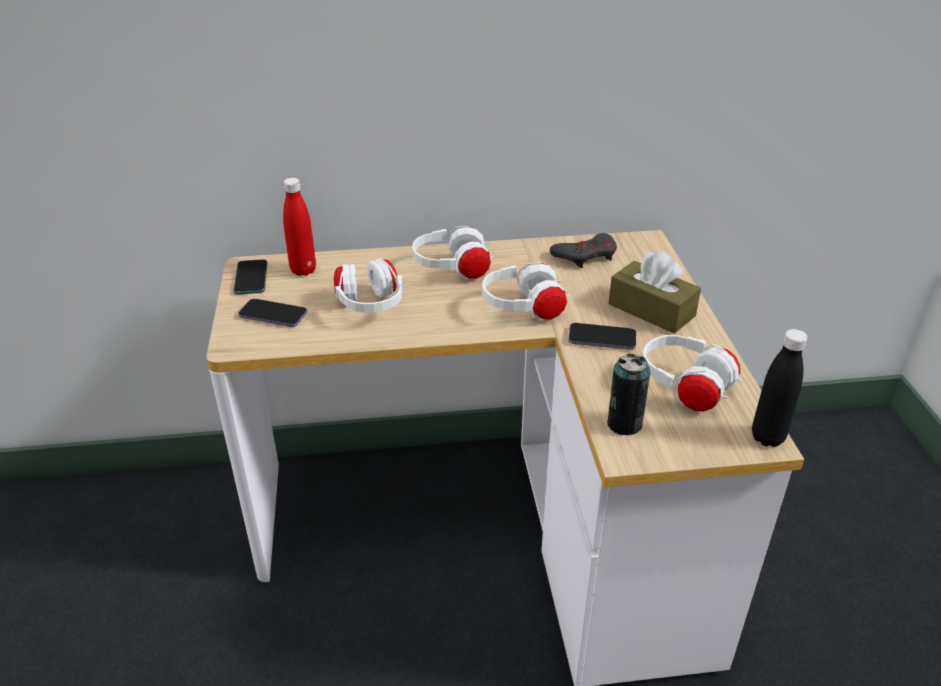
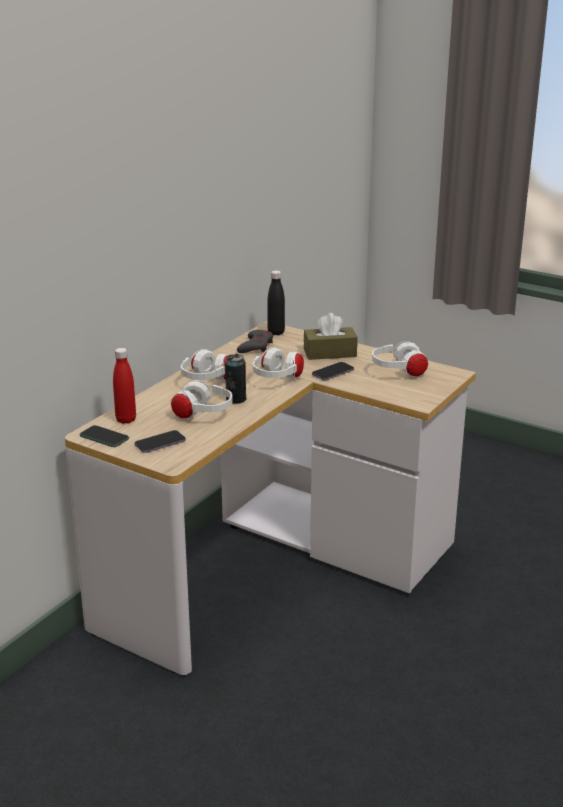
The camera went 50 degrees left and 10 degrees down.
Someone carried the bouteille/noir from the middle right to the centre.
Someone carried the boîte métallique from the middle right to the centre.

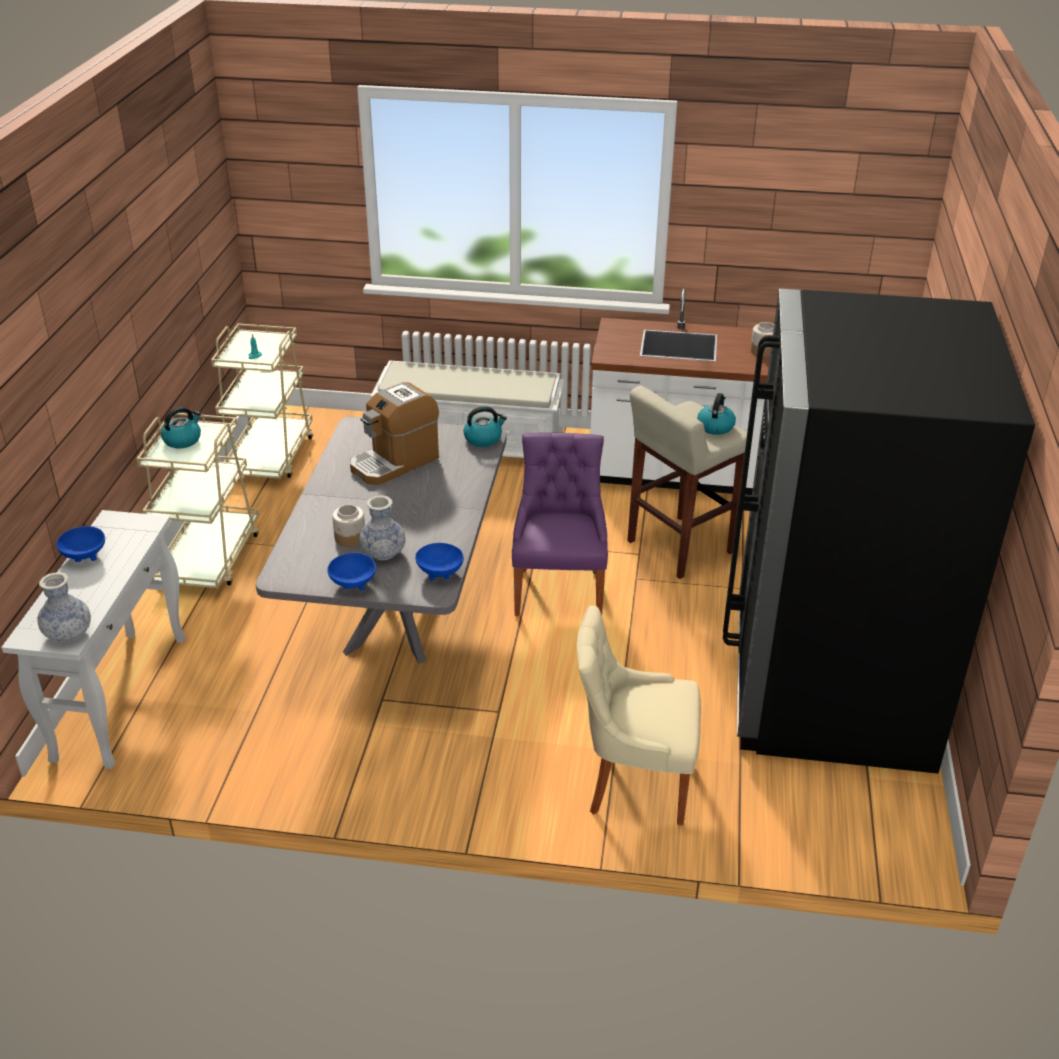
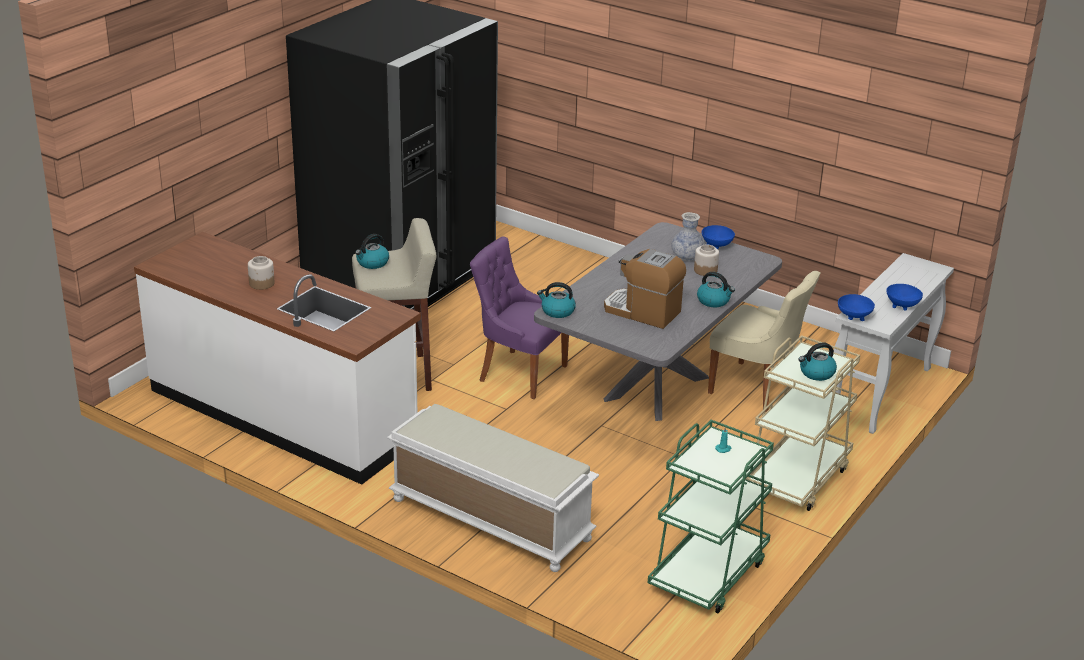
The camera went 155 degrees left and 5 degrees down.
Someone repainted the chariot/beige (2nd from left) at the middle left, which became the chariot/vert at the bottom centre.
Someone rotated the machine à café at the centre by 135 degrees counterclockwise.
Someone rotated the chaise/violet at the centre by 90 degrees clockwise.
Someone carried the bol/bleu (3rd from left in the first image) from the centre to the middle right.
Someone took away the vase (1st from left) at the middle left.
Someone carried the chaise/beige from the bottom centre to the middle right.
Someone put down the bouilloire (3rd from left) at the centre.

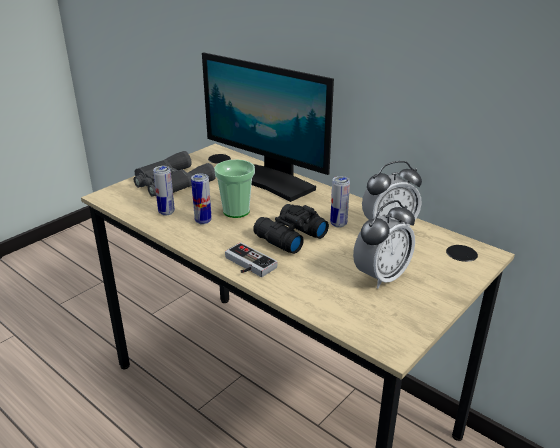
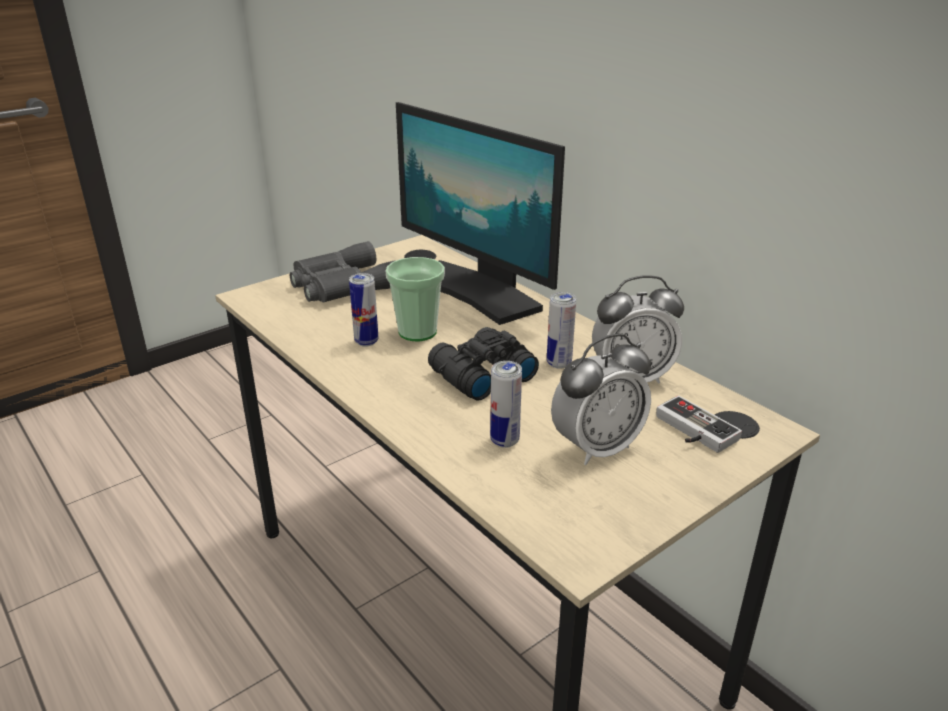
The camera went 10 degrees right and 0 degrees up.
Someone carried the boîte métallique (1st from left in the first image) from the middle left to the centre.
Someone carried the manette from the centre to the middle right.

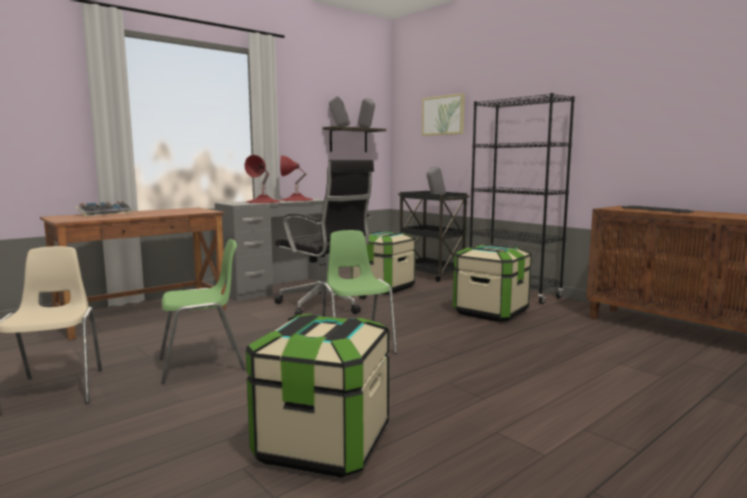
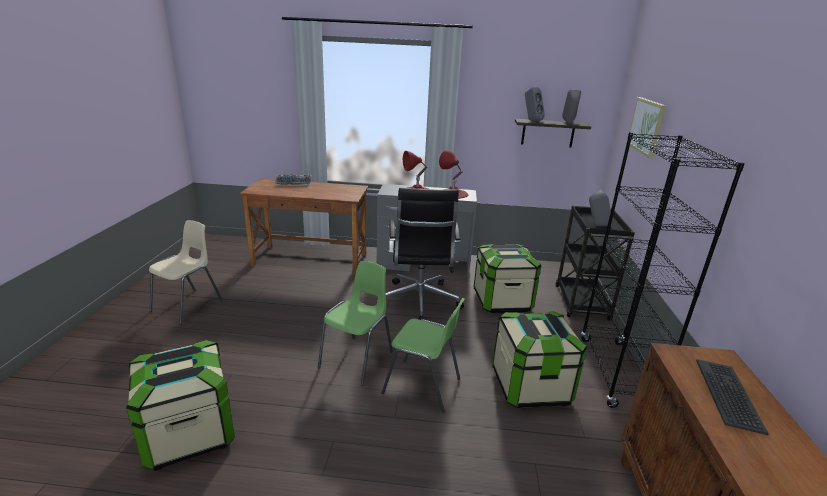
The camera went 45 degrees right and 15 degrees up.
Someone carried the chaise/vert (1st from left in the first image) from the middle left to the bottom centre.

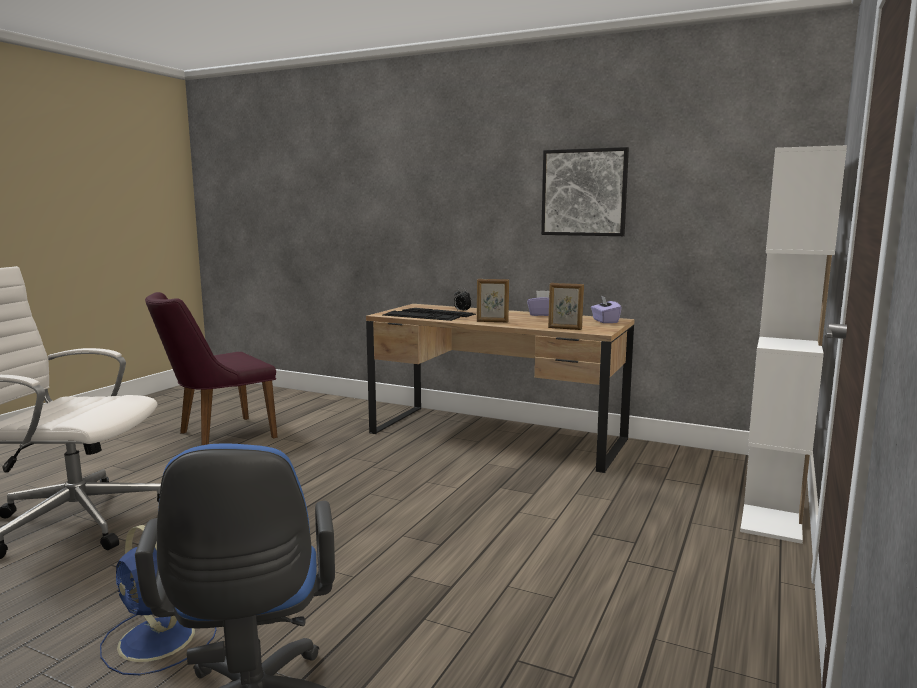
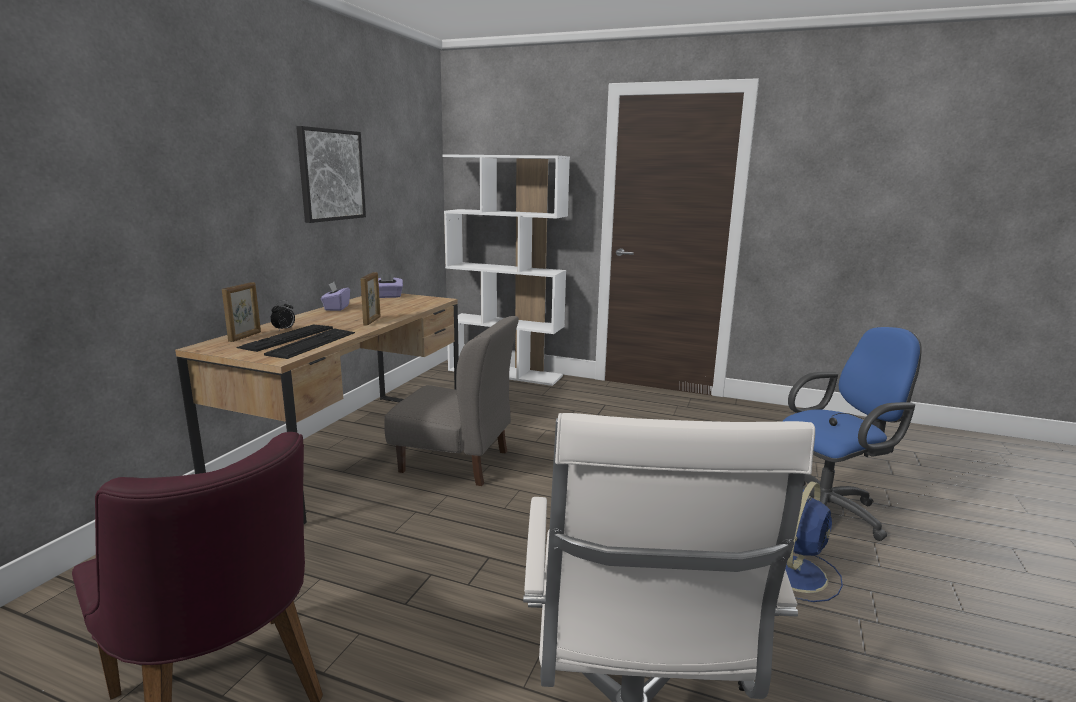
The camera went 95 degrees left and 5 degrees up.
Someone carried the cadre photo (2nd from left in the first image) from the centre to the middle left.
Someone put down the chaise/gris at the centre.

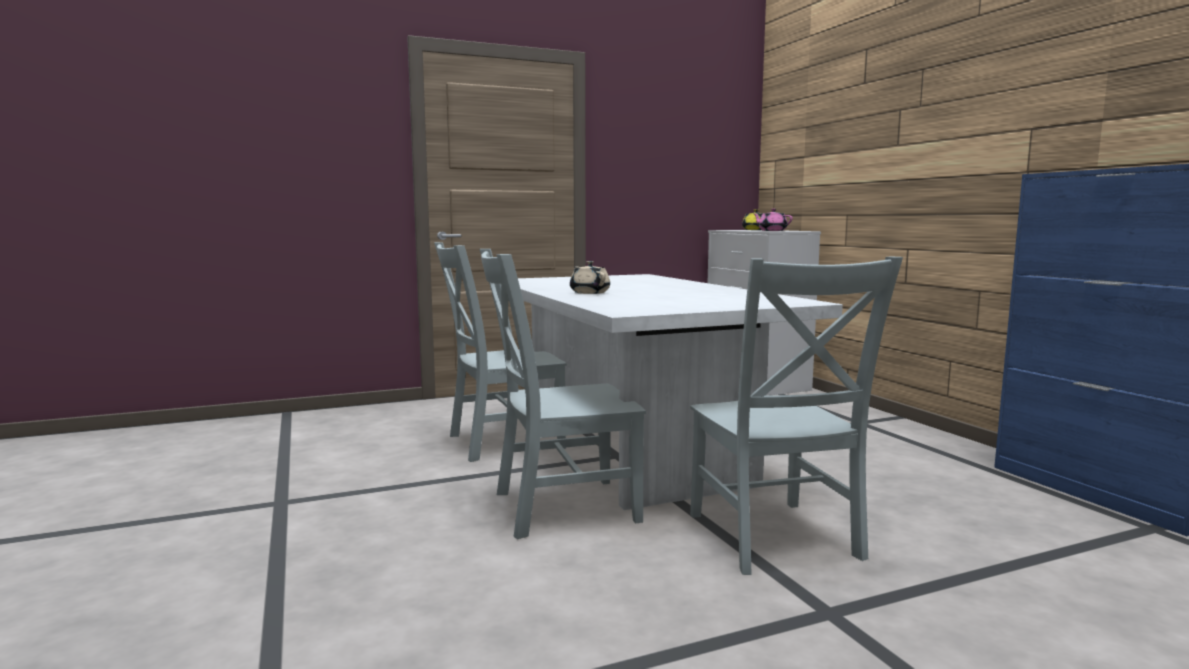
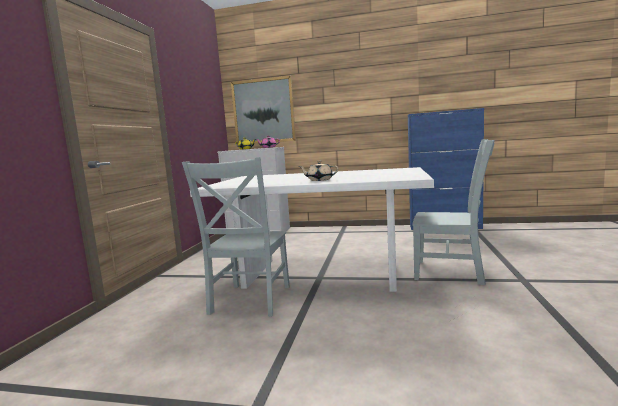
The camera went 55 degrees left and 0 degrees up.
Someone took away the chaise/gris (2nd from left) at the centre.
Someone put up the tableau at the top centre.

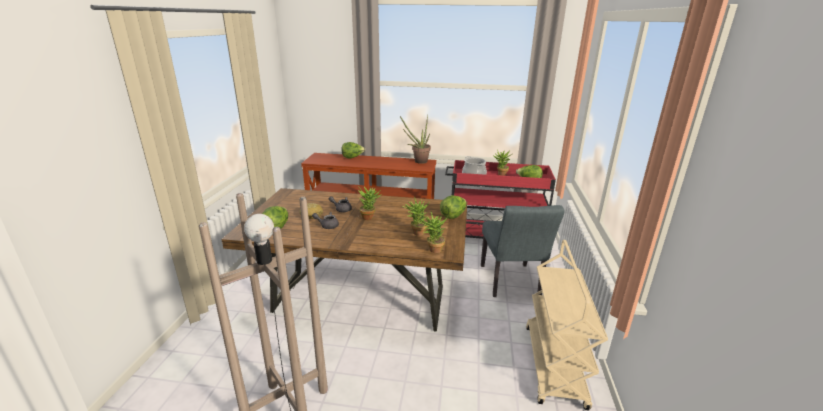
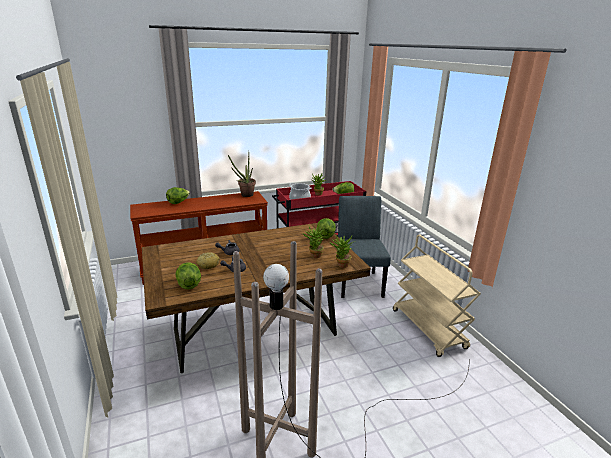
The camera went 30 degrees left and 0 degrees up.
Someone took away the plante en pot (1st from left) at the centre.
Someone rotated the chaise/gris at the centre by 150 degrees counterclockwise.

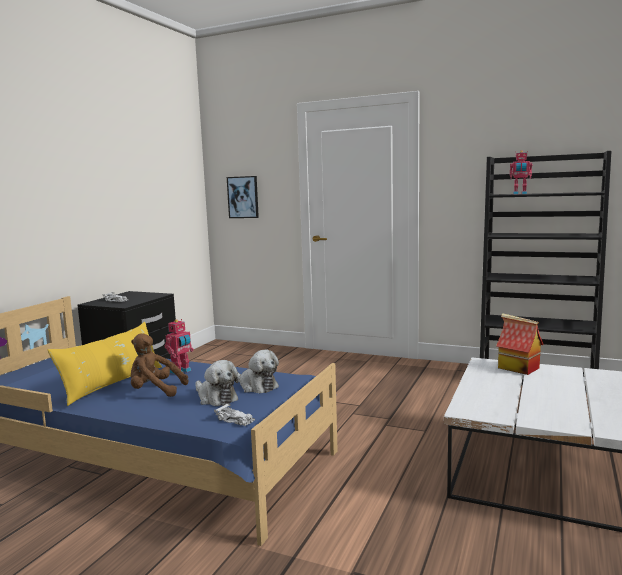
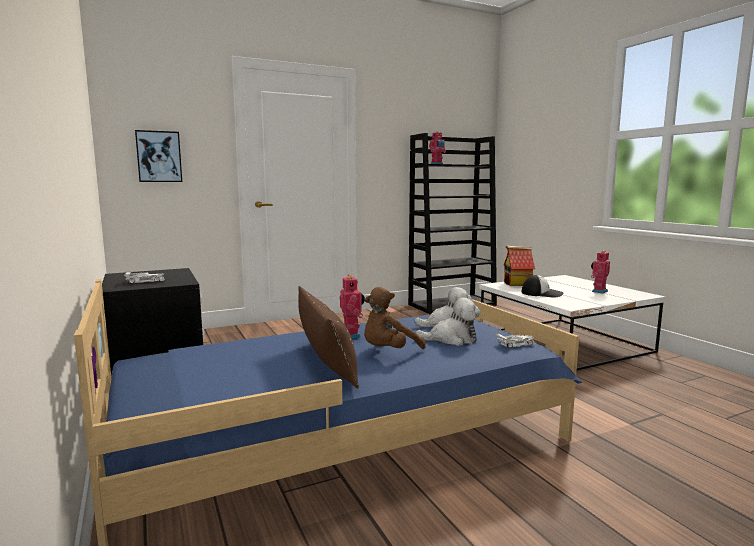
The camera went 50 degrees left and 0 degrees up.
Someone repainted the coussin/jaune at the middle left, which became the coussin/marron at the centre.
Someone put down the robot jouet (3rd from left) at the middle right.
Someone put down the casquette at the middle right.

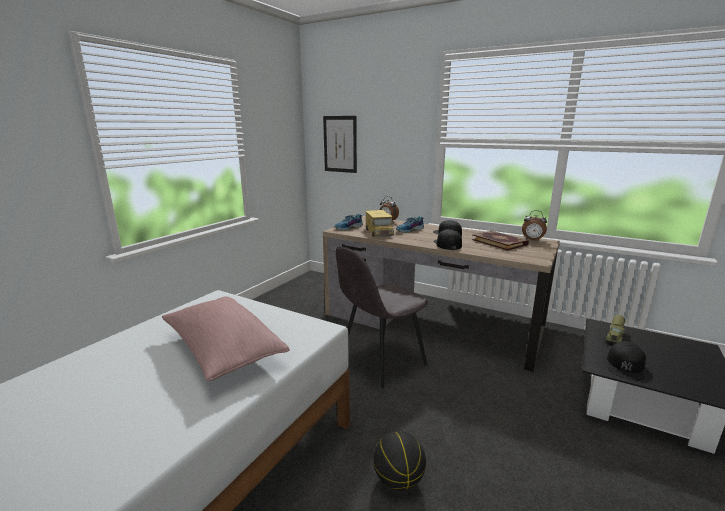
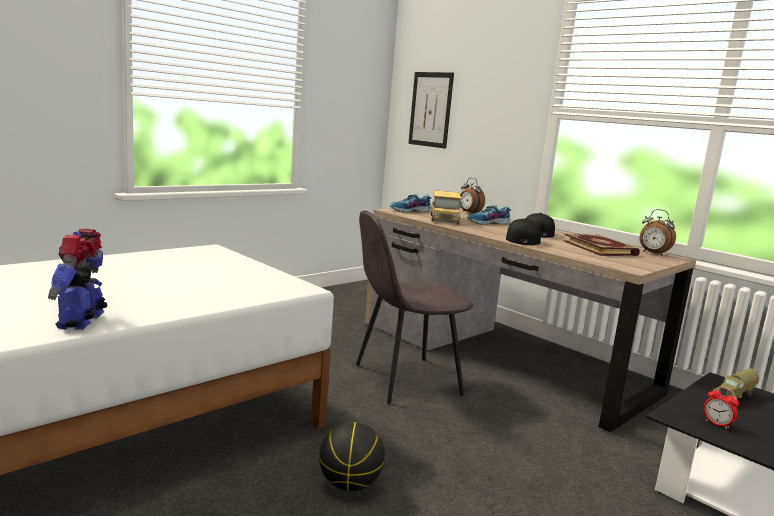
The camera went 15 degrees right and 5 degrees down.
Someone took away the coussin/rose at the middle left.
Someone swapped the casquette/noir (3rd from left) at the bottom right for the réveil (3rd from left) at the bottom right.
Someone put down the robot jouet at the middle left.

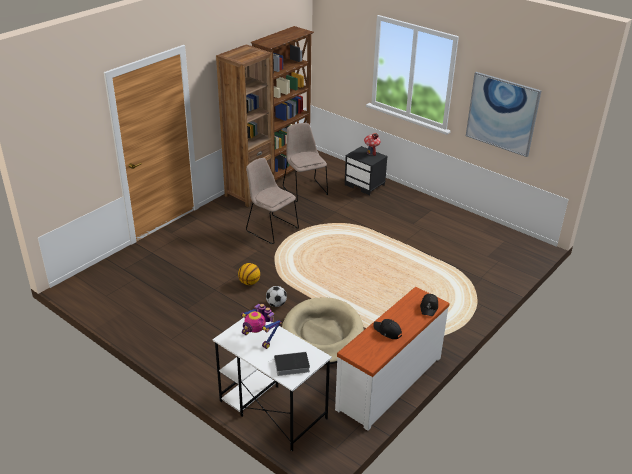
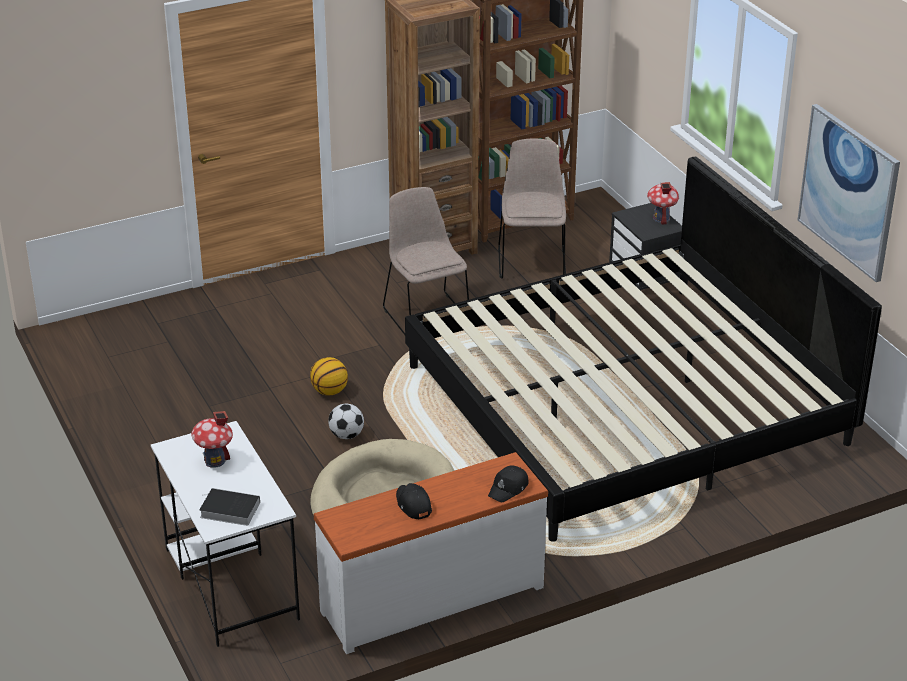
The camera went 25 degrees right and 0 degrees up.
Someone swapped the robot jouet at the bottom centre for the maison miniature (1st from left) at the middle left.
Someone put down the lit at the middle right.

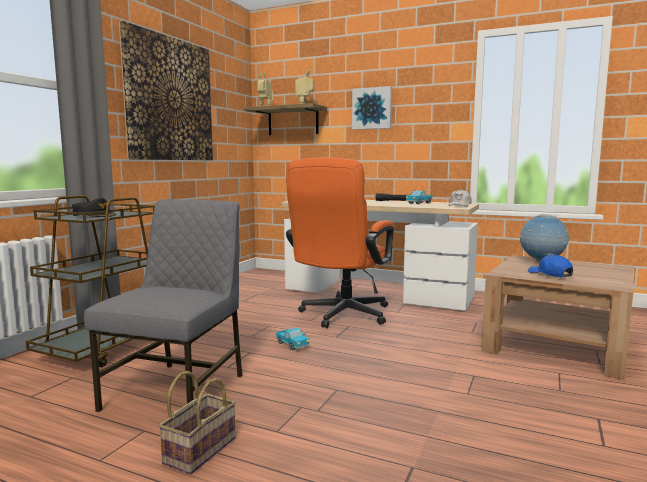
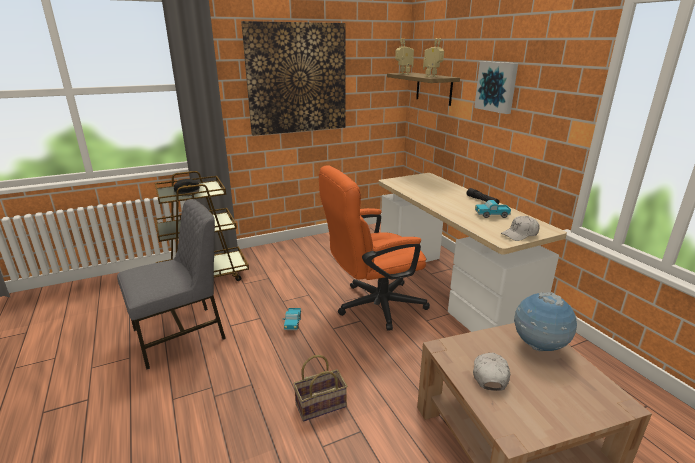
The camera went 40 degrees right and 15 degrees up.
Someone repainted the casquette/bleu at the middle right, which became the casquette/blanc (1st from left) at the bottom right.
Someone carried the panier from the bottom left to the bottom centre.

